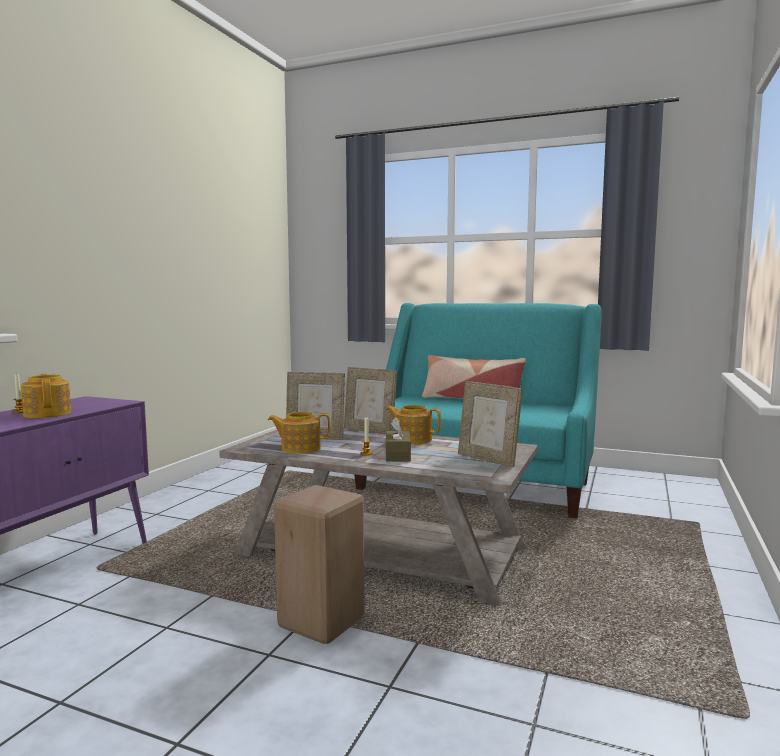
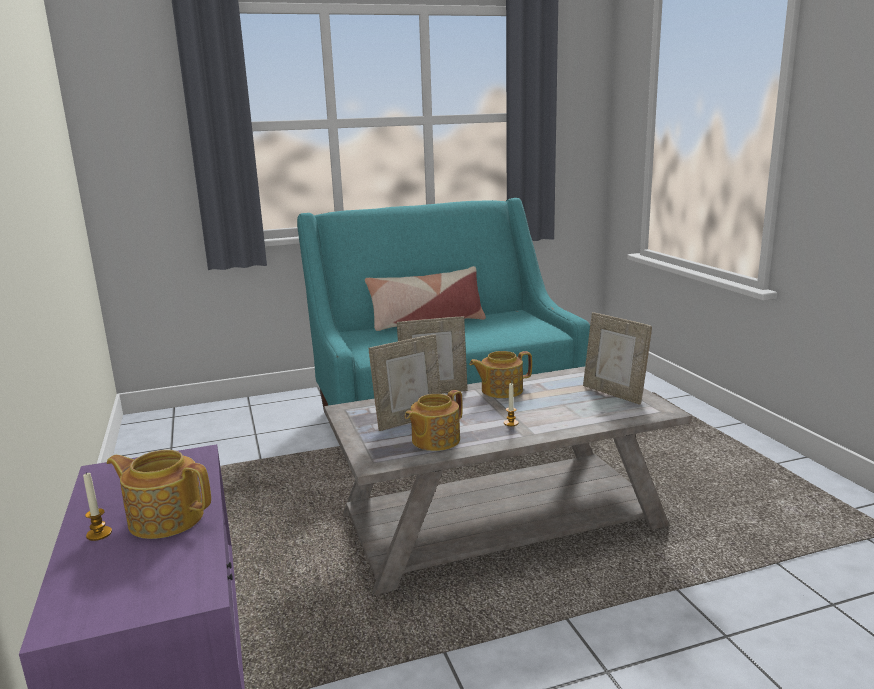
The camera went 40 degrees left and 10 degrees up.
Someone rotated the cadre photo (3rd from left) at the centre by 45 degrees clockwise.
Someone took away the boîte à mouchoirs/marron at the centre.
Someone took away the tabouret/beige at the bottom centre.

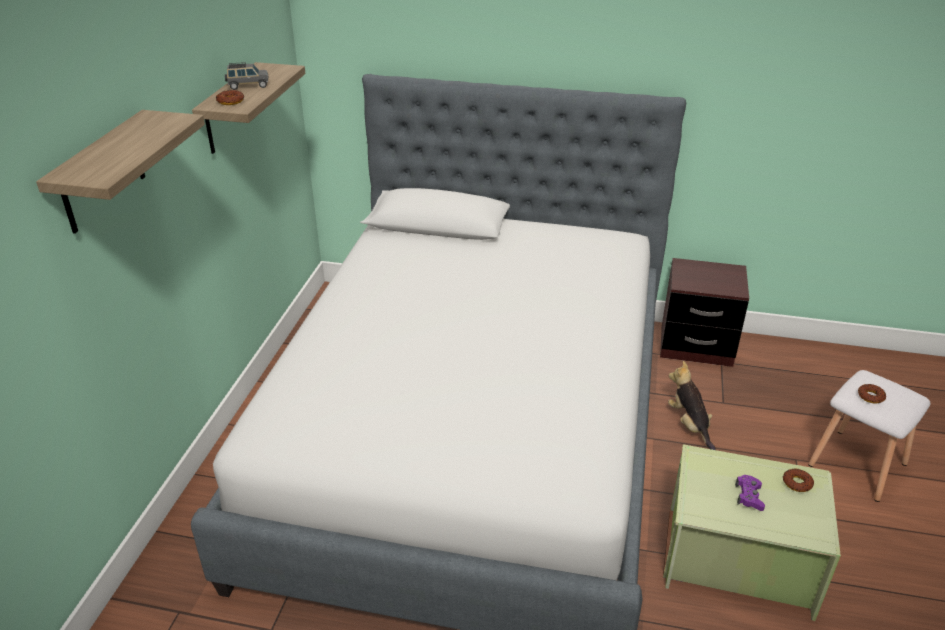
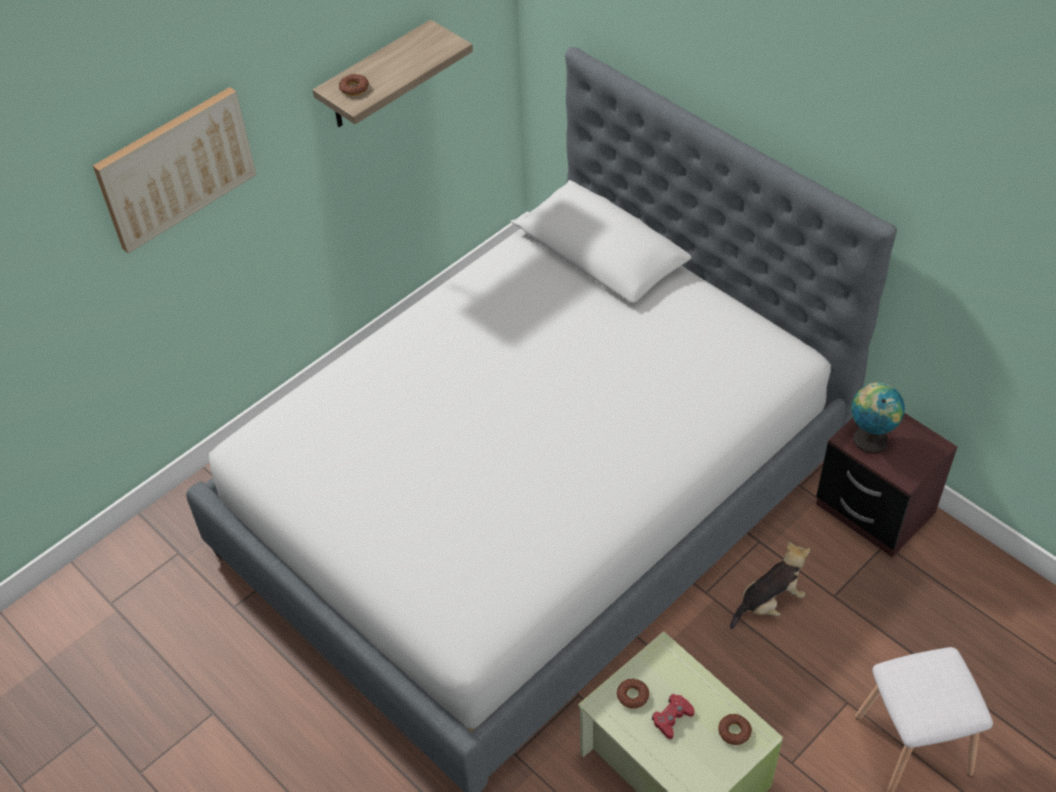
The camera went 35 degrees right and 15 degrees up.
Someone took away the petite voiture/gris at the top left.
Someone swapped the étagère (1st from left) at the top left for the tableau at the top left.
Someone rotated the peluche at the middle right by 45 degrees clockwise.
Someone carried the beignet (3rd from left in the first image) from the middle right to the bottom centre.
Someone repainted the manette/violet at the bottom right, which became the manette/rouge at the bottom centre.
Someone put down the globe at the middle right.

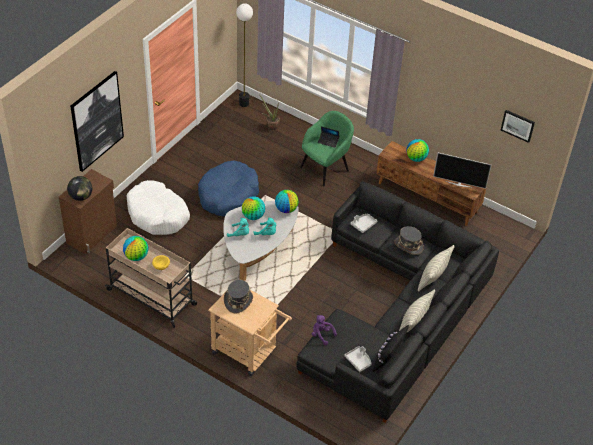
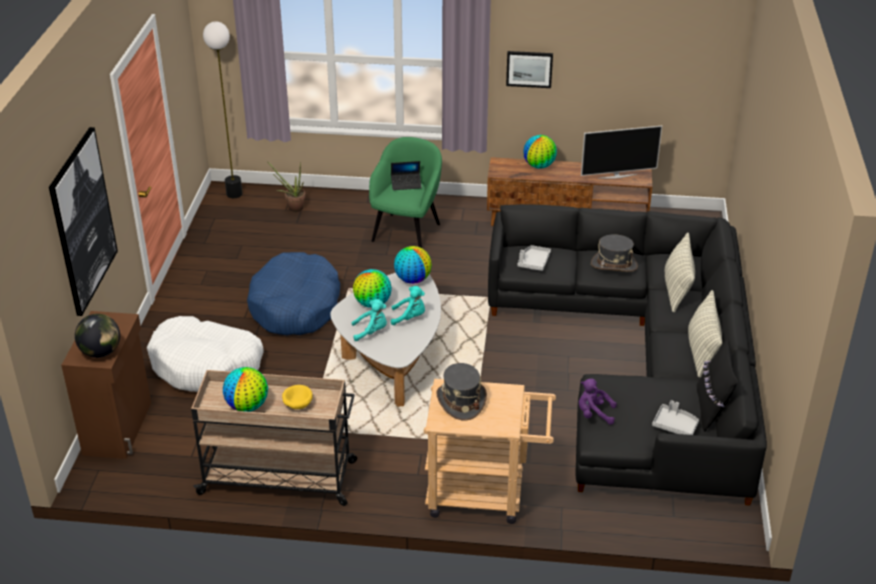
The camera went 25 degrees left and 10 degrees down.
Someone carried the tableau (2nd from left) from the top right to the top centre.

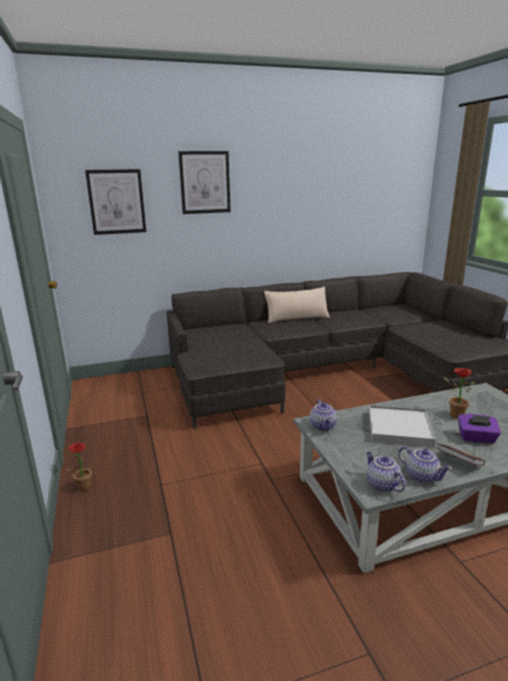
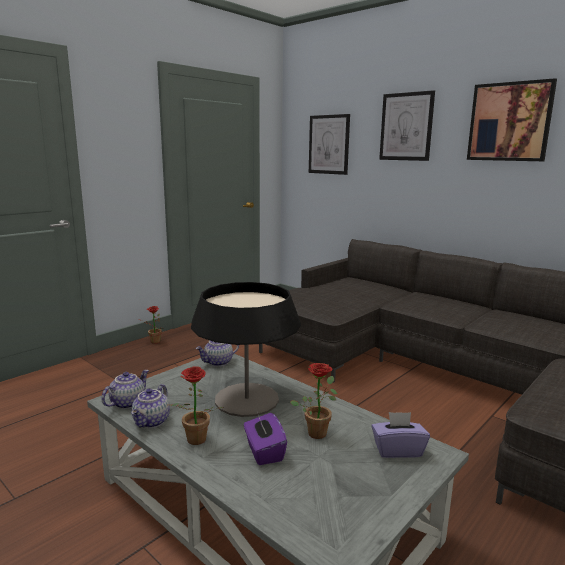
The camera went 60 degrees right and 5 degrees down.
Someone took away the coussin/beige at the centre.
Someone swapped the plateau/blanc at the middle right for the lampe de table at the centre.
Someone swapped the livre at the bottom right for the plante en pot (2nd from left) at the bottom centre.
Someone put up the tableau (3rd from left) at the top right.
Someone put down the boîte à mouchoirs/violet (2nd from left) at the bottom right.

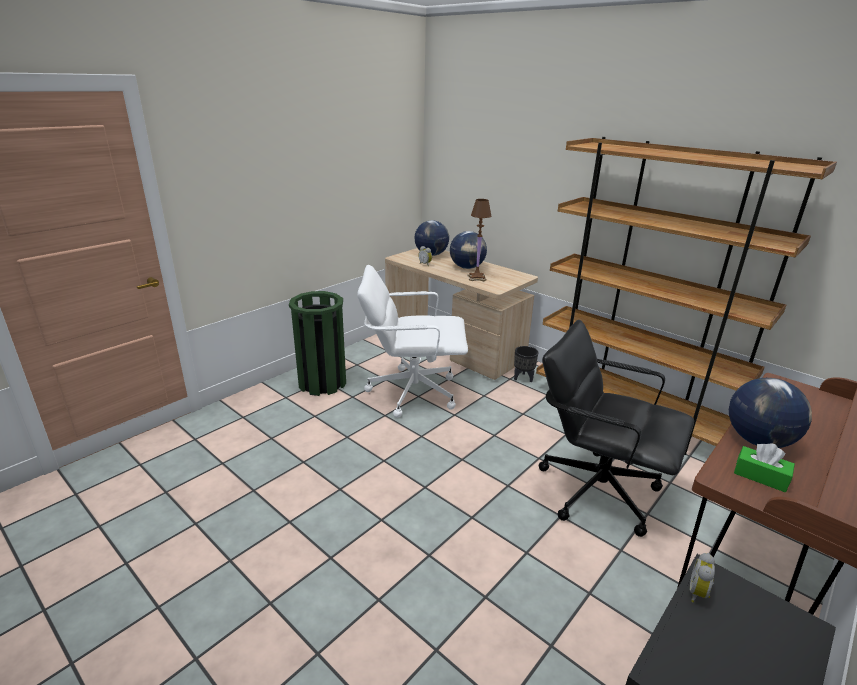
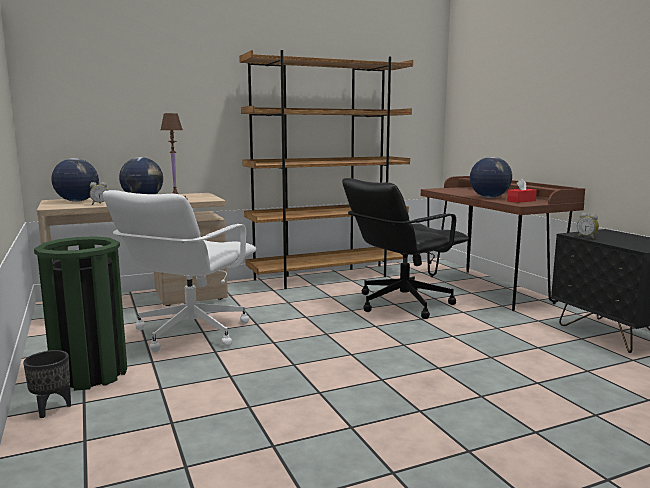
The camera went 65 degrees left and 15 degrees down.
Someone carried the cache-pot/noir from the centre to the bottom left.
Someone repainted the boîte à mouchoirs/vert at the bottom right, which became the boîte à mouchoirs/rouge at the middle right.

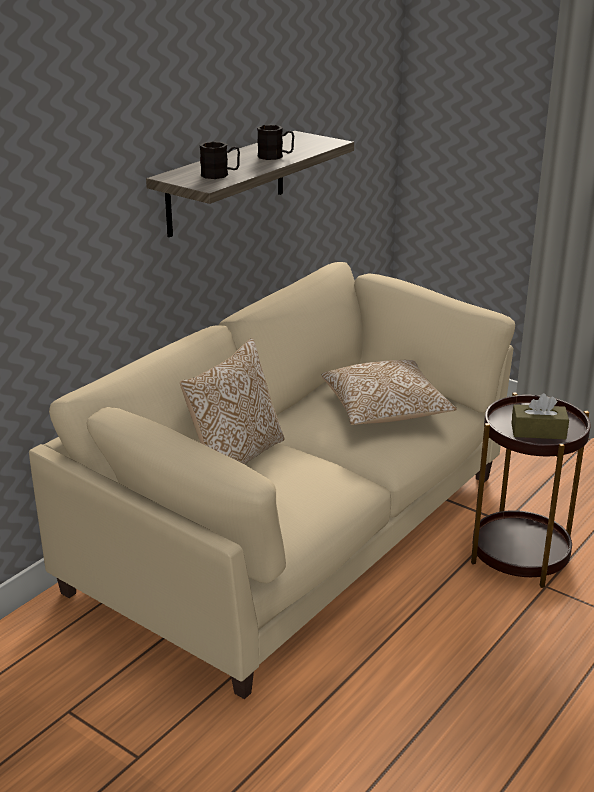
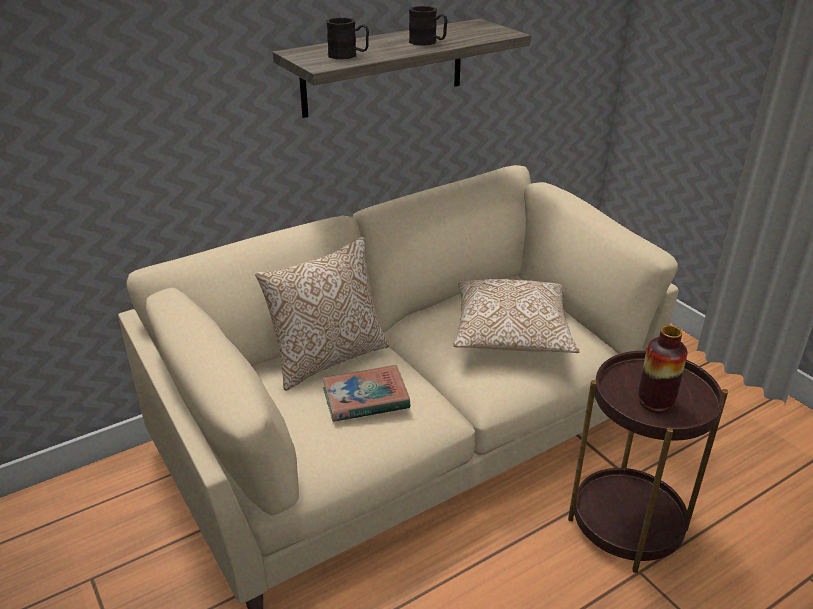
The camera went 20 degrees right and 5 degrees up.
Someone swapped the boîte à mouchoirs/marron at the middle right for the vase at the middle right.
Someone put down the livre at the centre.

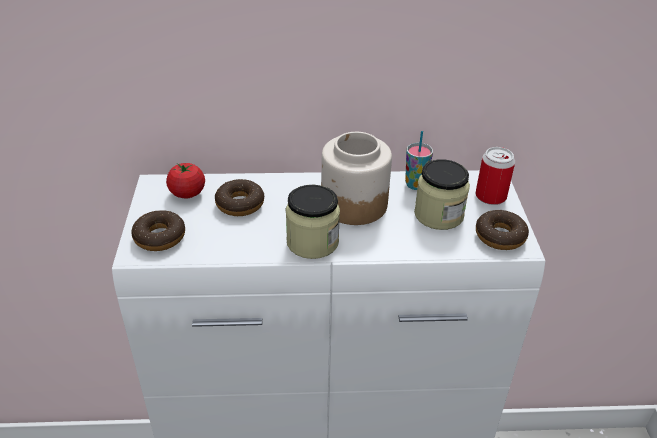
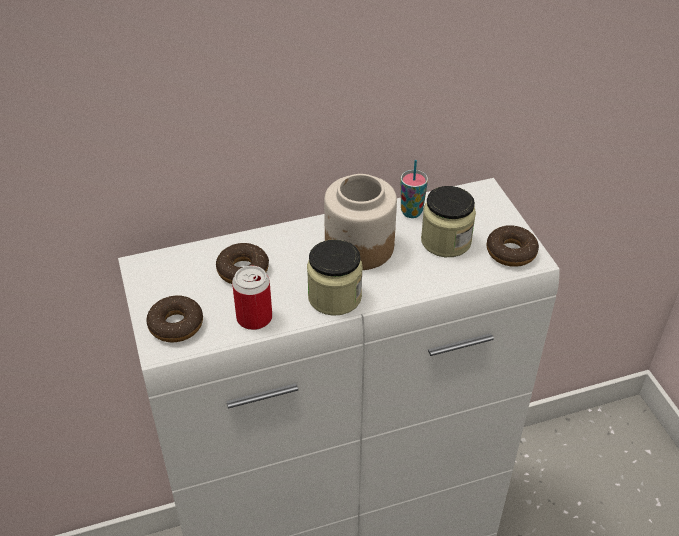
The camera went 15 degrees left and 5 degrees up.
Someone carried the boîte métallique from the middle right to the centre.
Someone took away the tomate at the middle left.

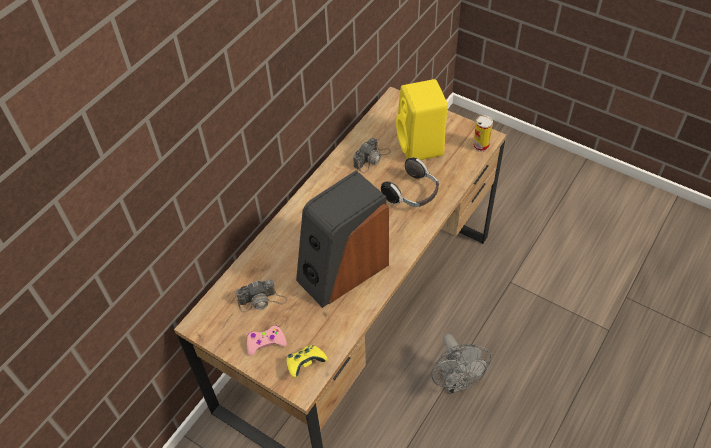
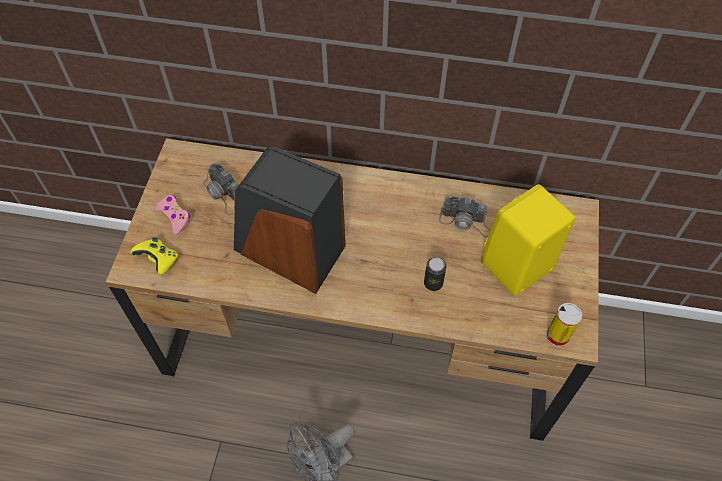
The camera went 65 degrees right and 5 degrees up.
Someone swapped the casque audio at the centre for the boîte métallique (1st from left) at the centre.

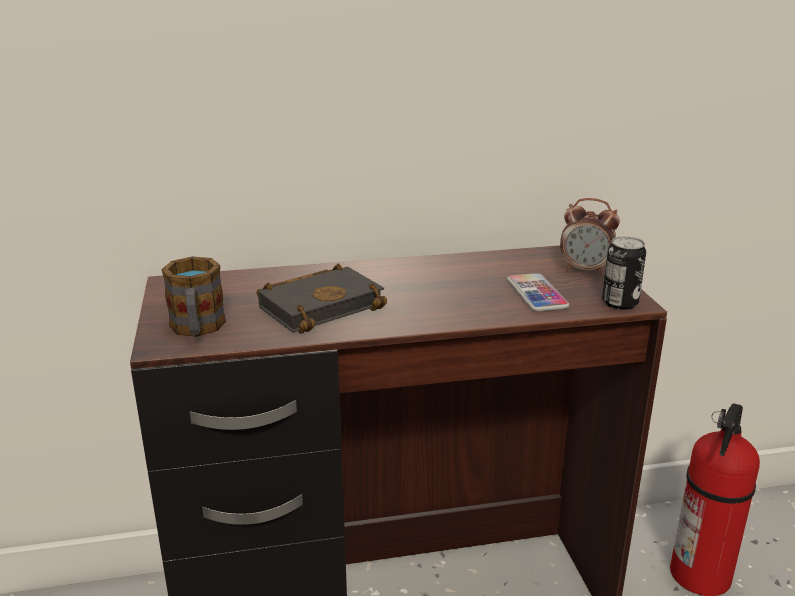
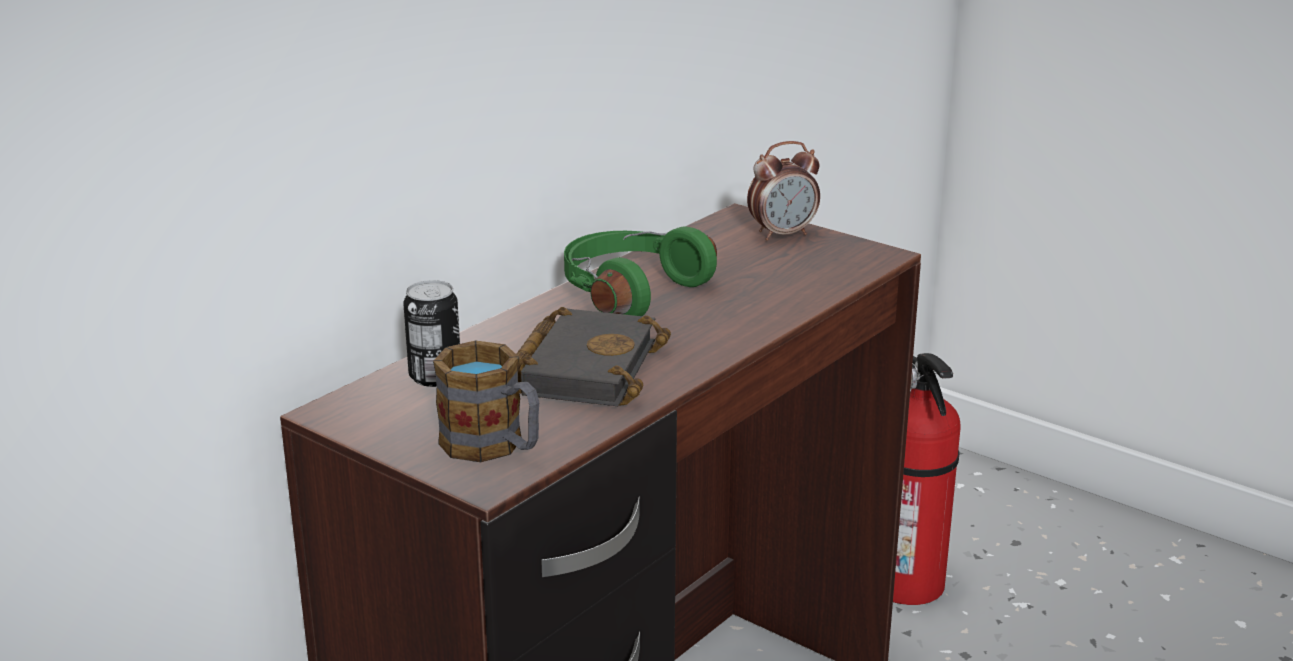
The camera went 40 degrees left and 0 degrees up.
Someone carried the boîte métallique from the middle right to the centre.
Someone took away the téléphone at the middle right.
Someone put down the casque audio/vert at the centre.

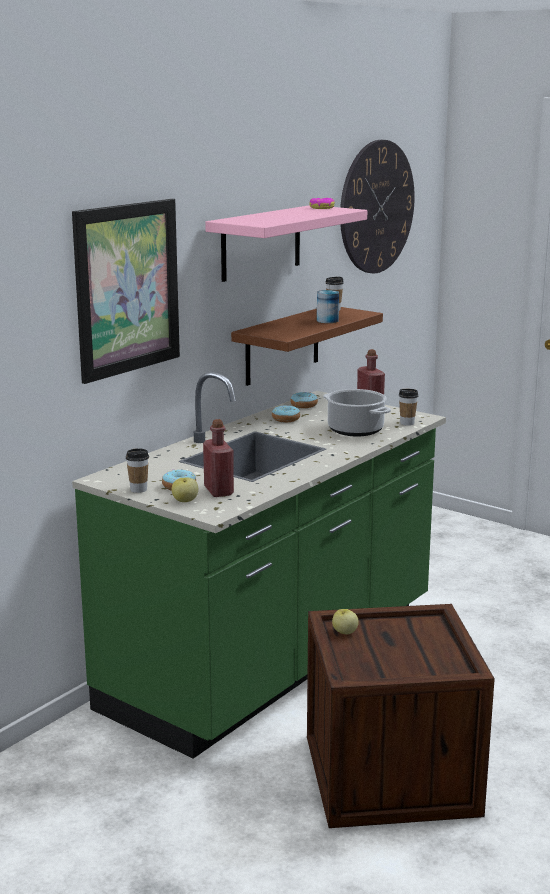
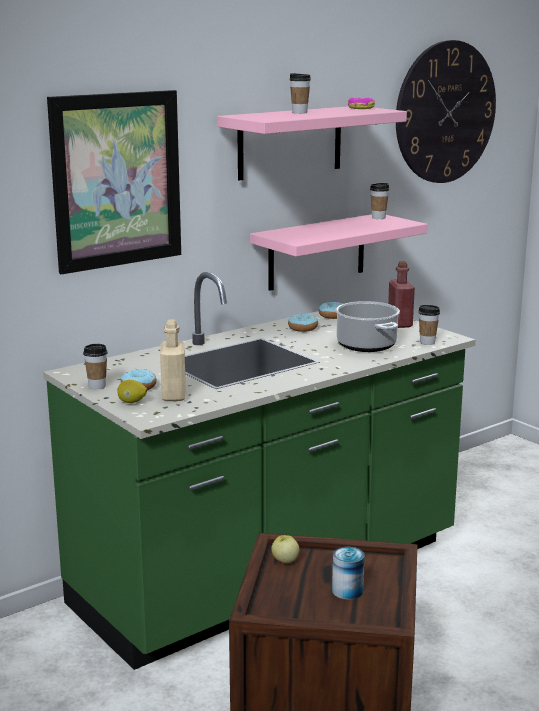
The camera went 15 degrees right and 0 degrees up.
Someone carried the boîte métallique from the centre to the bottom centre.
Someone repainted the étagère/marron at the centre, which became the étagère/rose (2nd from left) at the centre.
Someone repainted the bouteille/rouge (1st from left) at the centre, which became the bouteille/beige at the middle left.
Someone swapped the pomme (1st from left) at the centre for the citron at the middle left.
Someone put down the tasse (2nd from left) at the top centre.

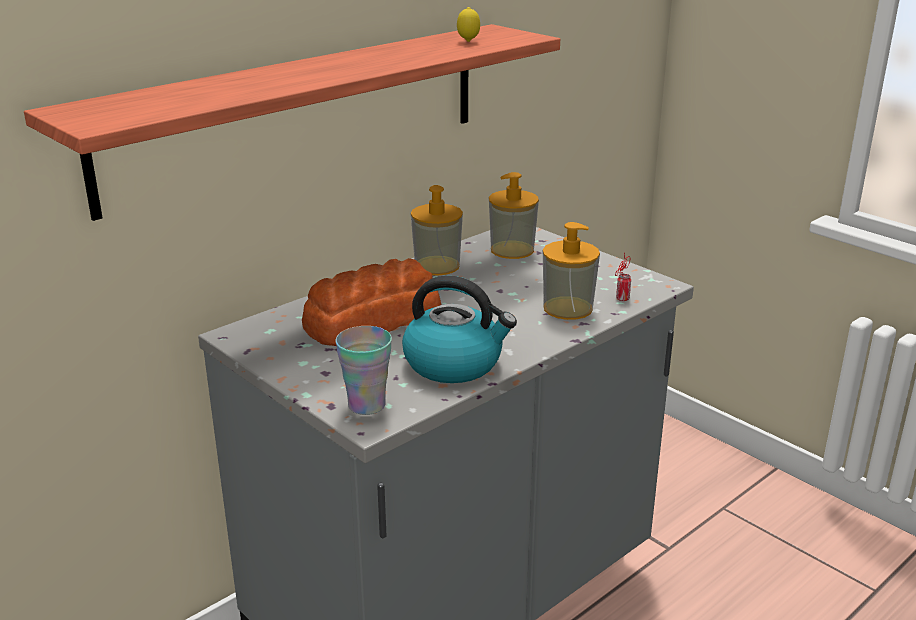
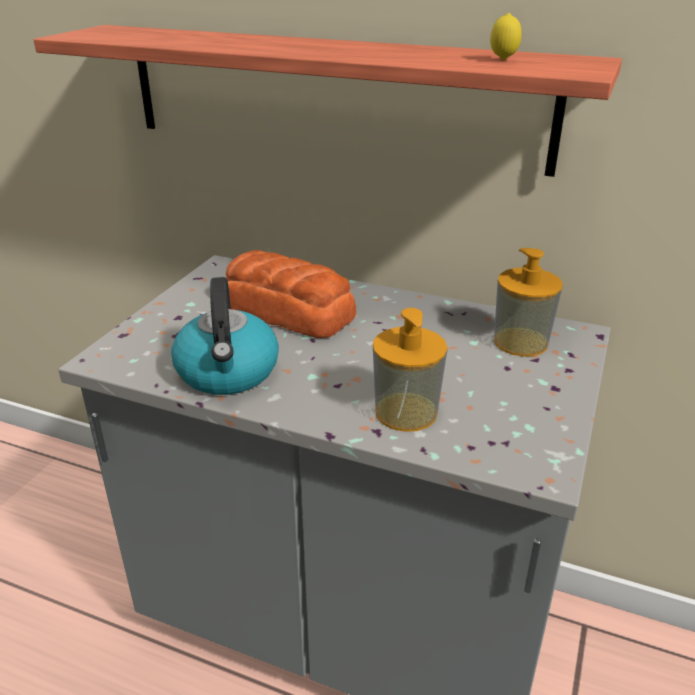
The camera went 65 degrees right and 5 degrees up.
Someone took away the distributeur de savon (1st from left) at the centre.
Someone took away the boîte métallique at the middle right.
Someone took away the tasse at the centre.

